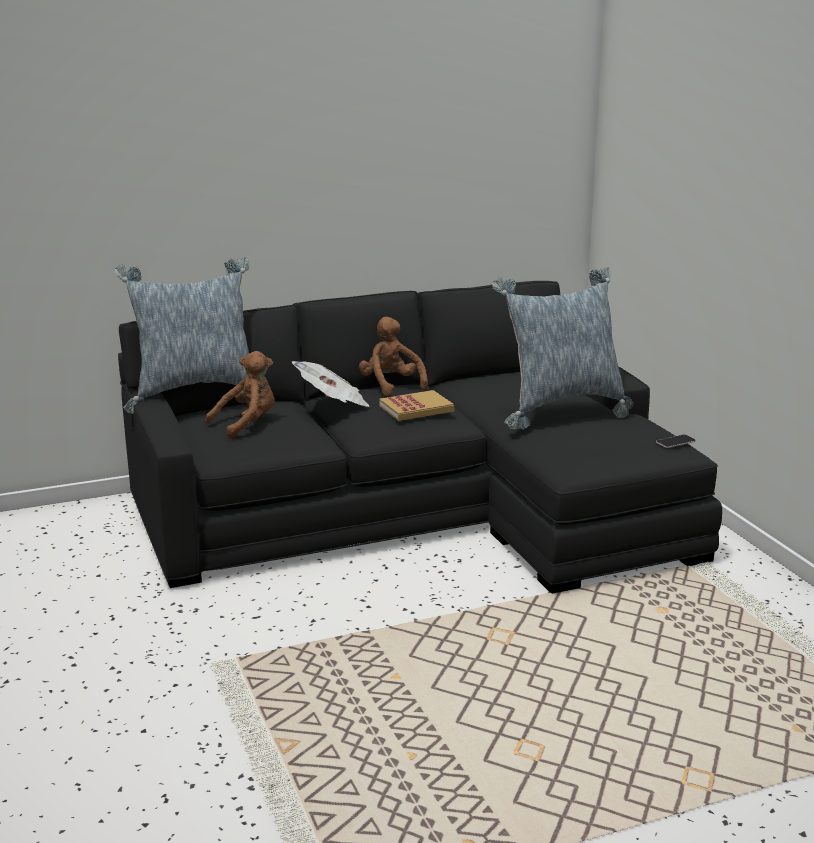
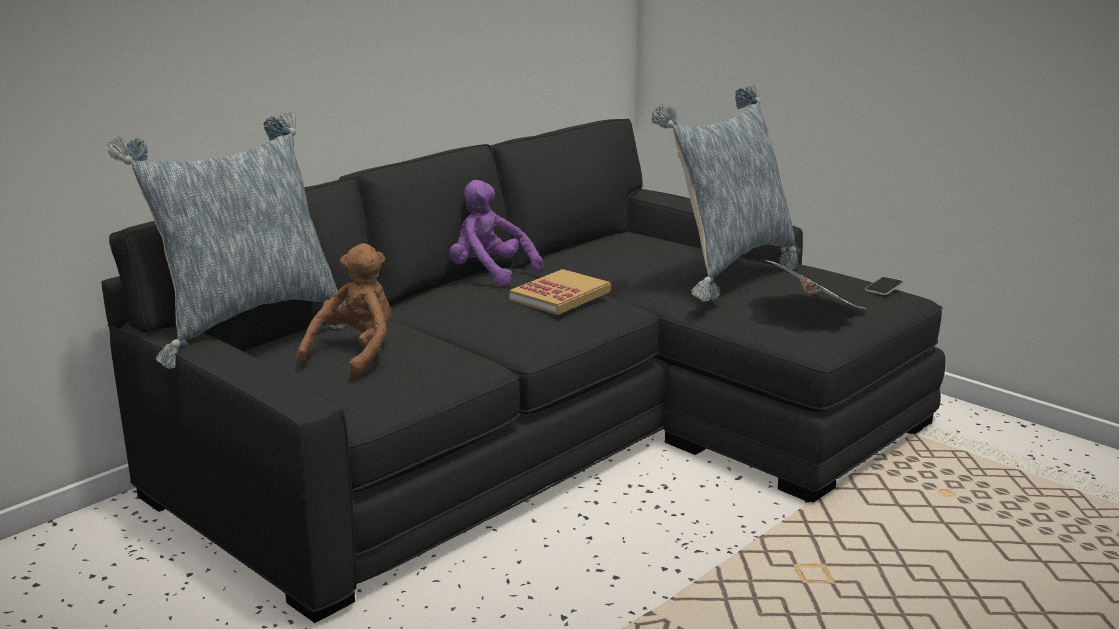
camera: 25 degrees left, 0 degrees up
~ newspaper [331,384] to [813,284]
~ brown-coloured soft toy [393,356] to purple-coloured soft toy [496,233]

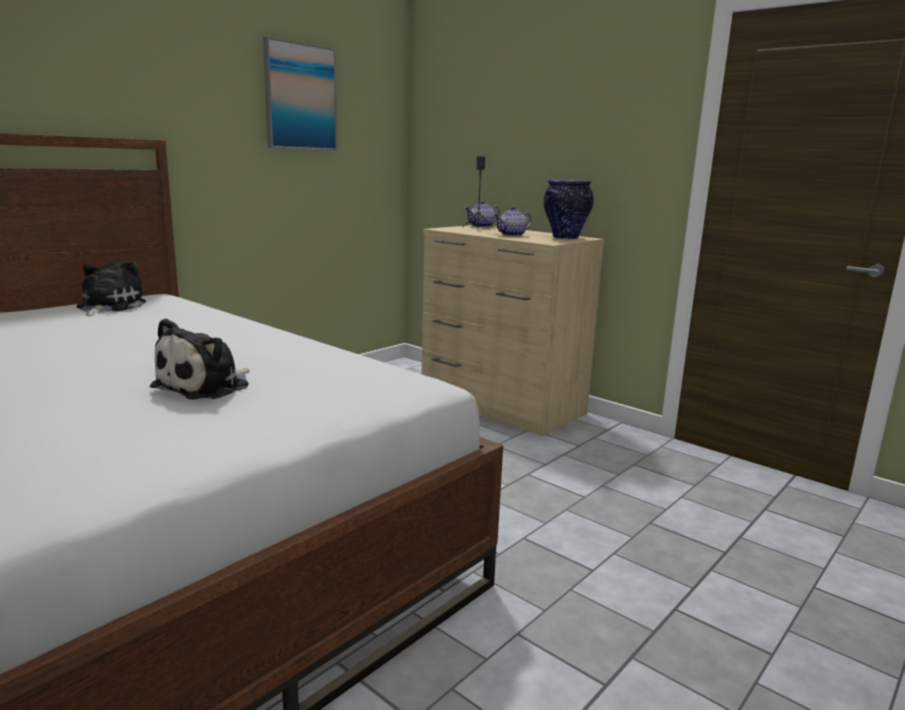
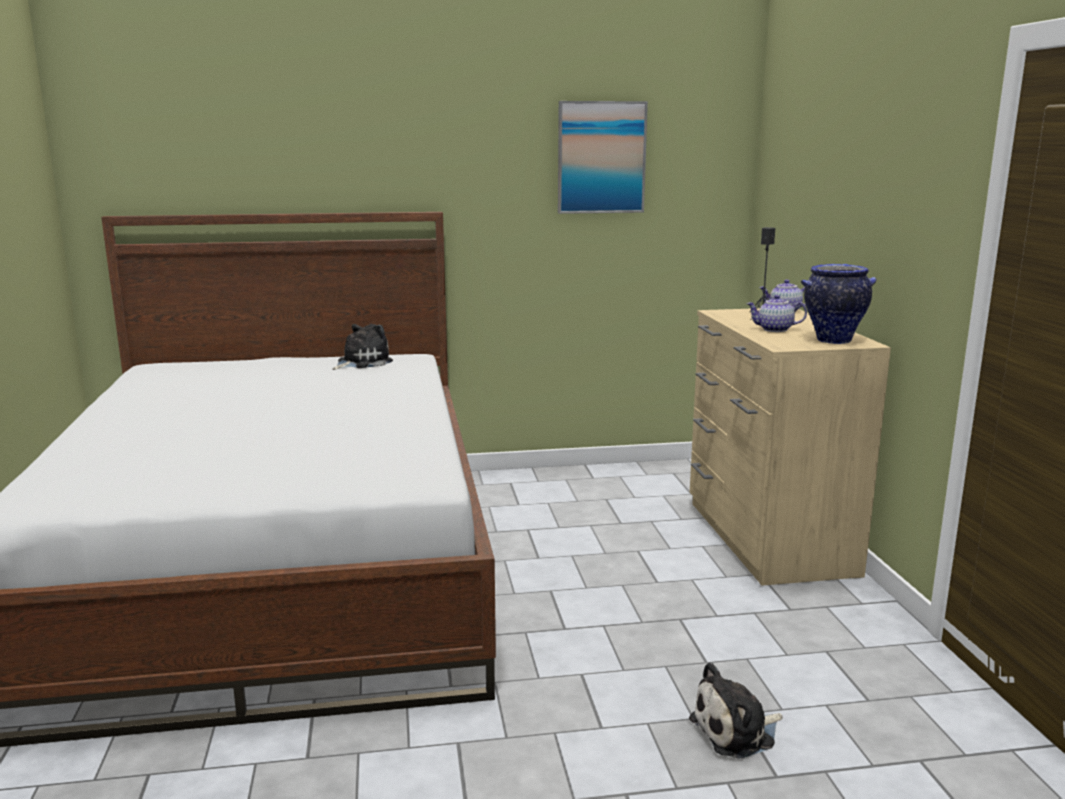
camera: 40 degrees right, 0 degrees up
~ soft toy [200,359] to [736,710]

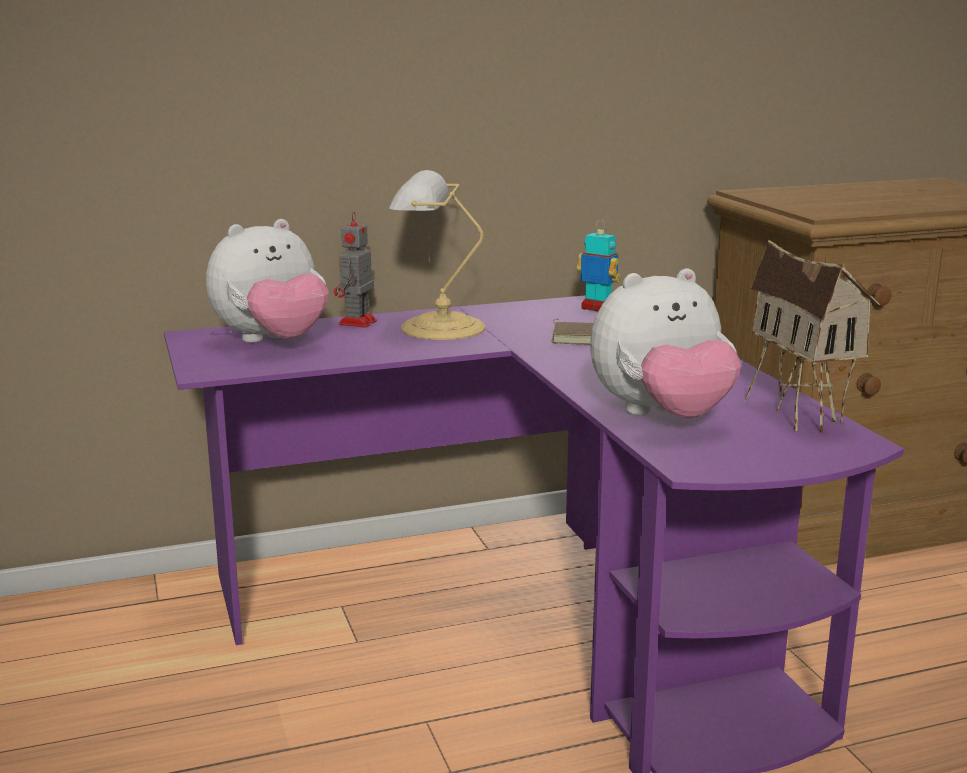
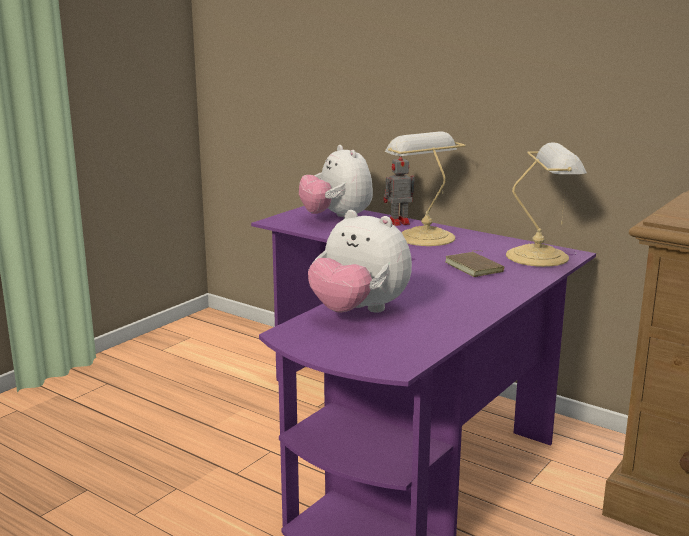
camera: 55 degrees right, 0 degrees up
- toy house [812,336]
~ toy robot [599,265] to table lamp [546,204]
~ soft toy [267,281] = [336,182] 45 degrees clockwise

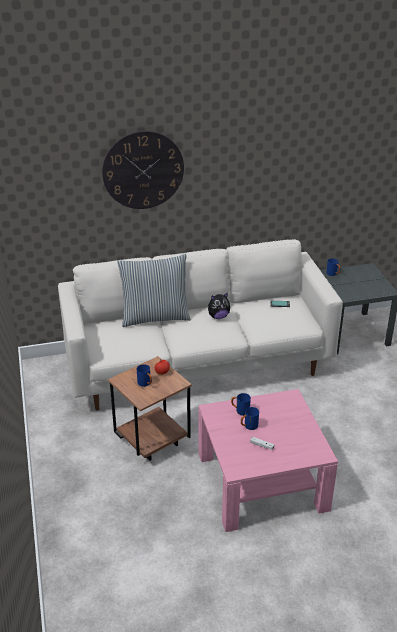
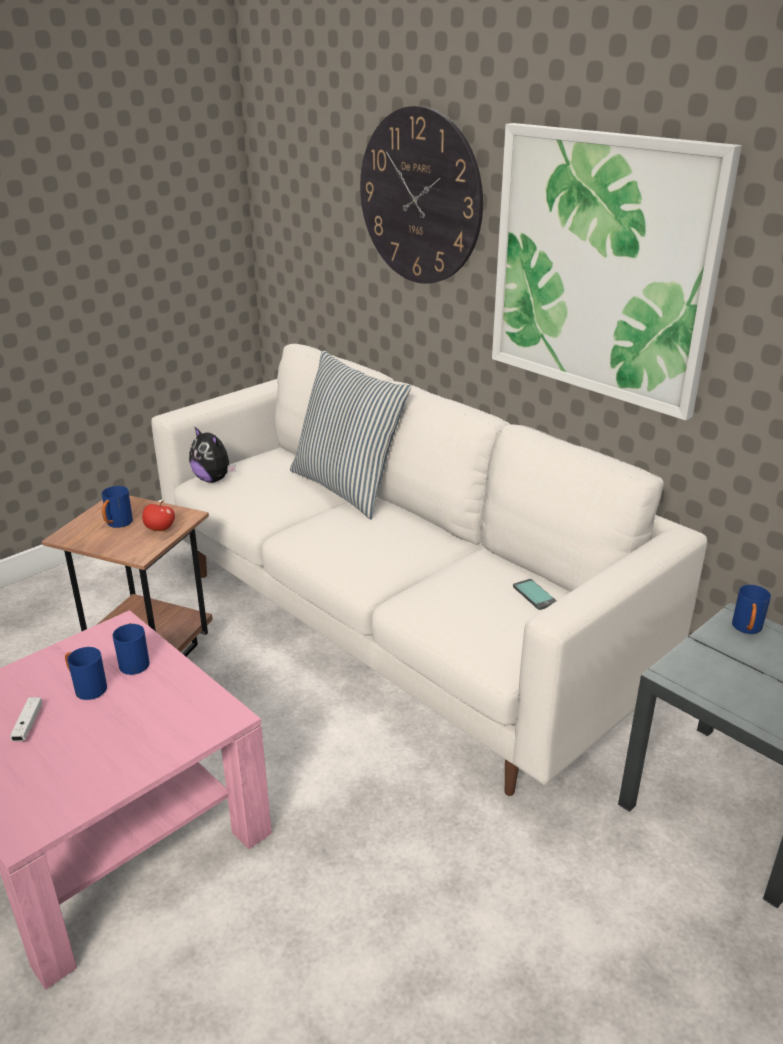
camera: 60 degrees right, 5 degrees down
+ picture [617,272]
~ soft toy [219,306] to [212,454]

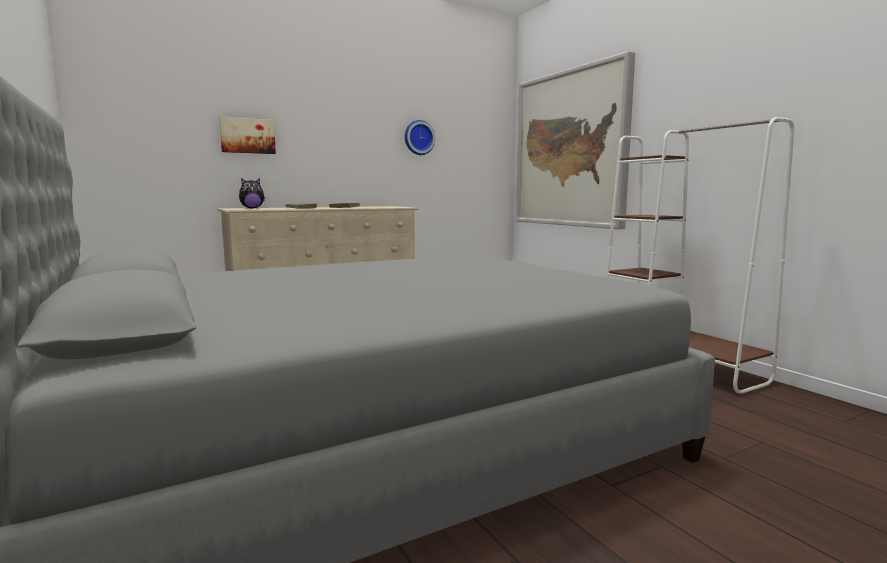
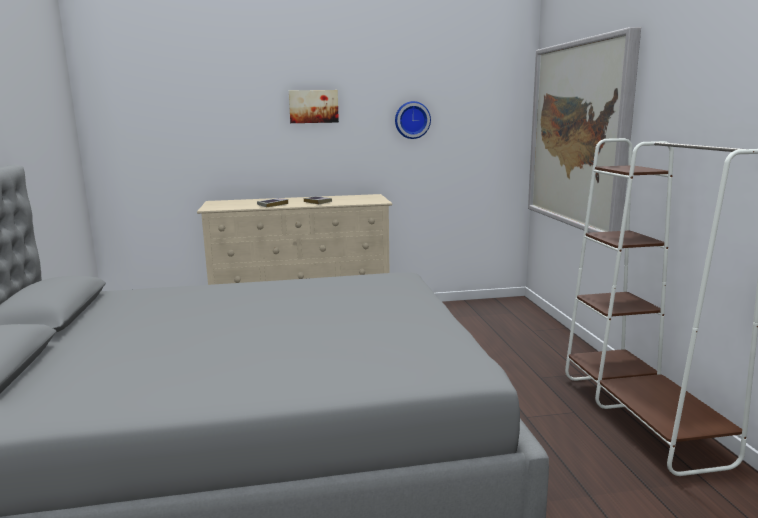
camera: 20 degrees right, 5 degrees up
- soft toy [252,193]
~ picture [247,135] to [314,106]

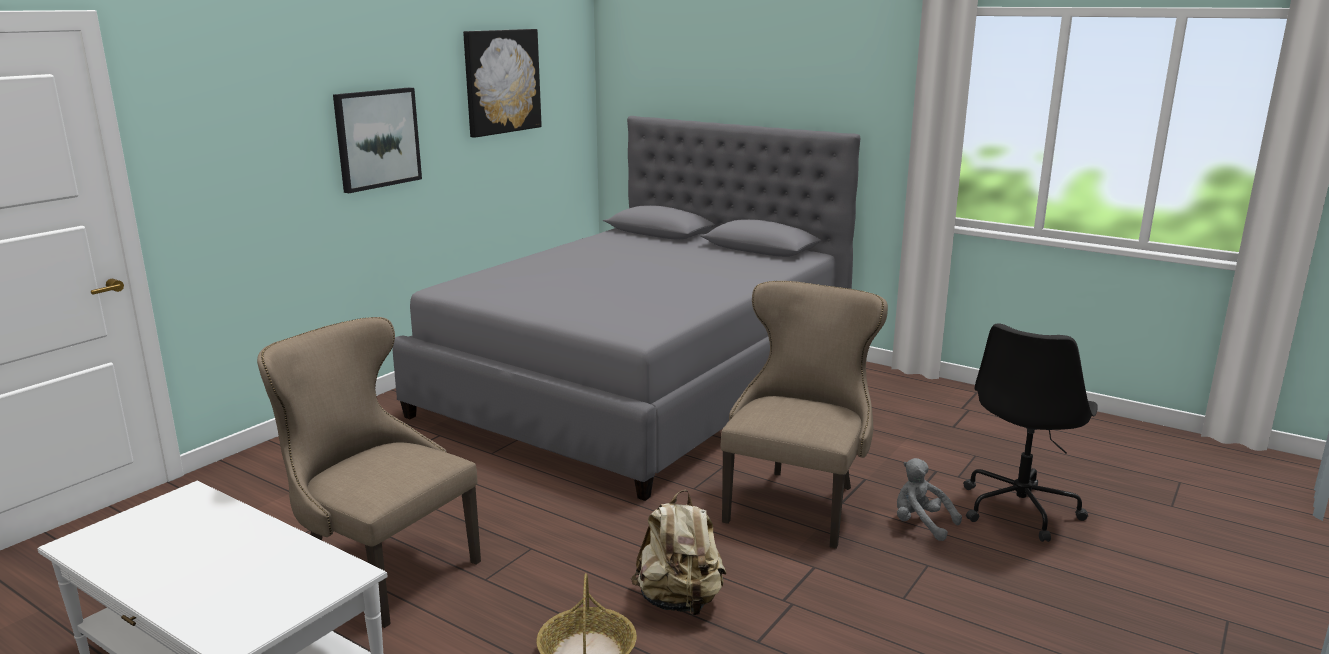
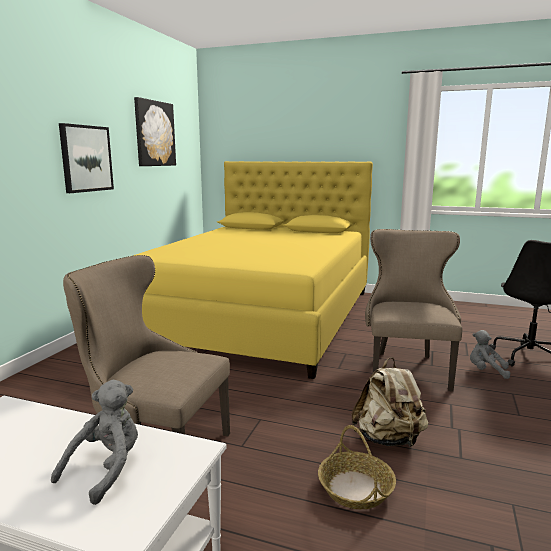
camera: 15 degrees left, 5 degrees down
+ grey soft toy [94,442]
~ grey sleeping bed [626,308] to yellowish sleeping bed [253,270]

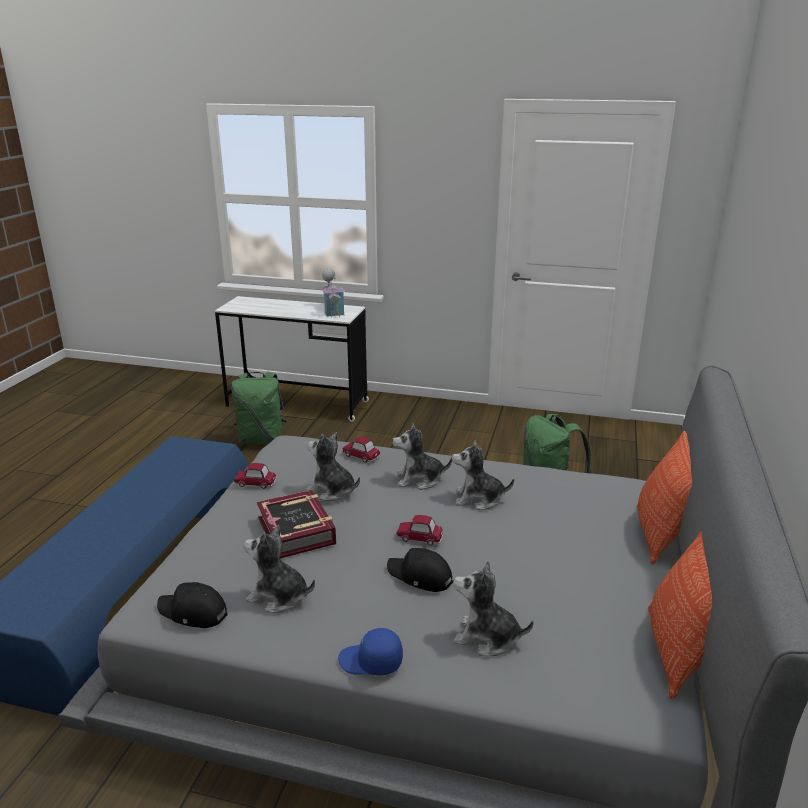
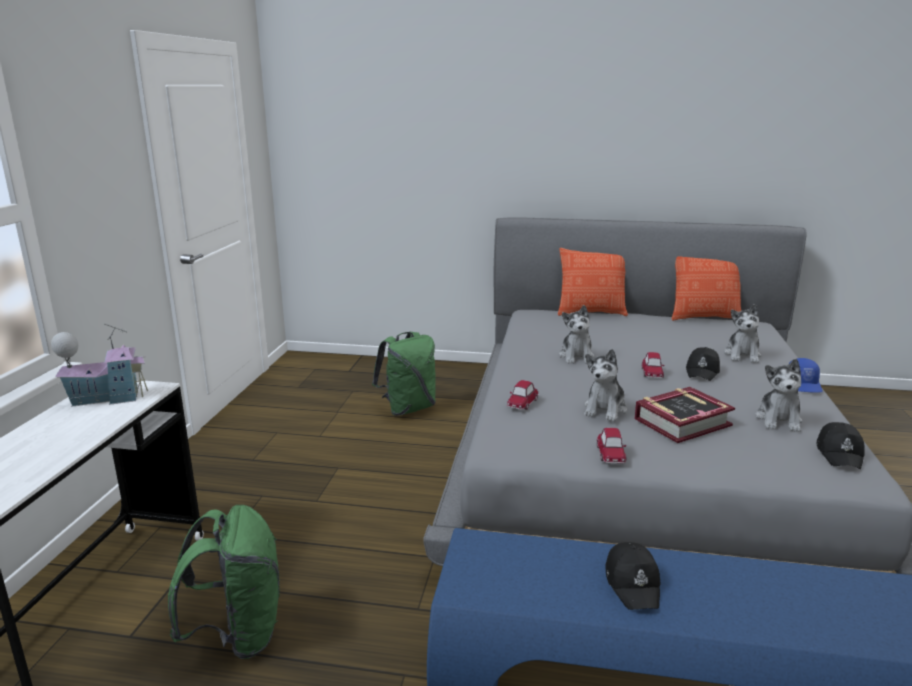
camera: 95 degrees left, 5 degrees down
- soft toy [422,456]
+ blackish peaked cap [632,576]

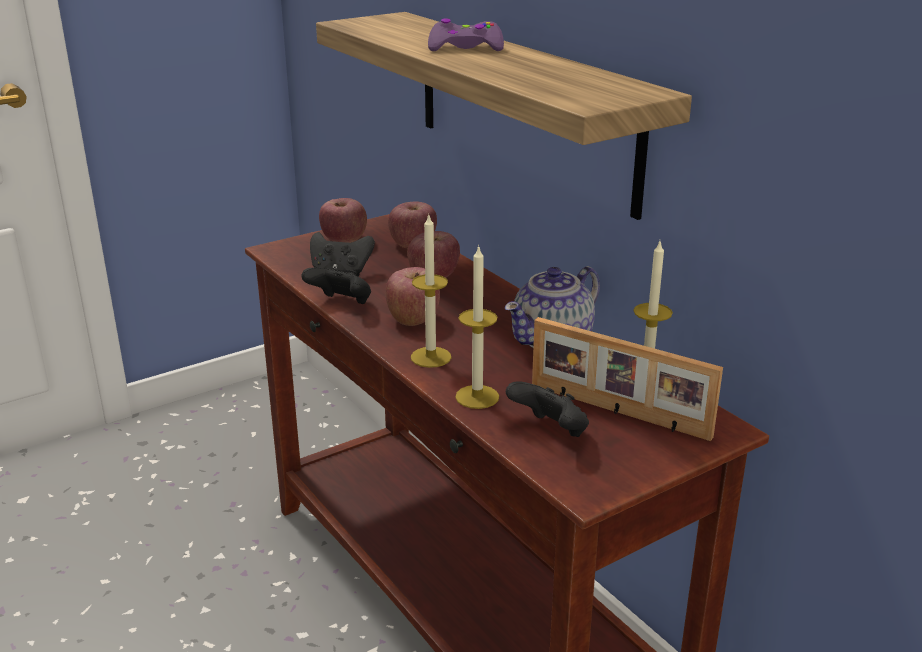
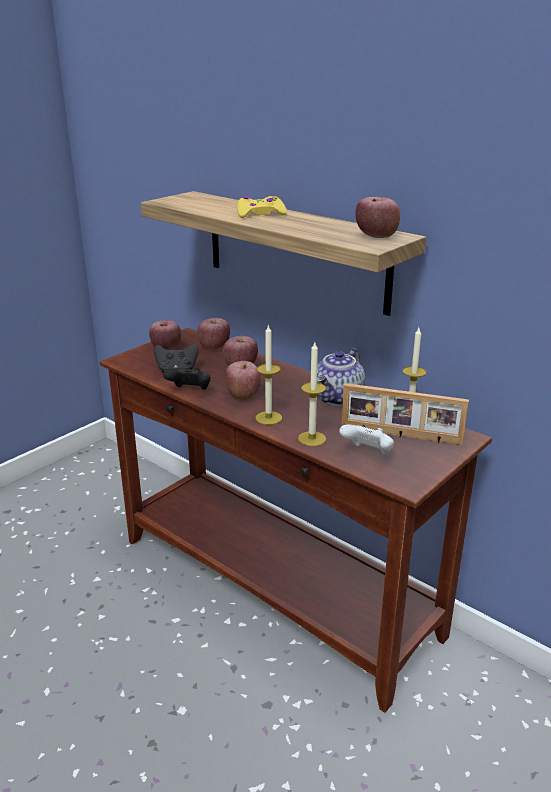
camera: 15 degrees left, 0 degrees up
+ apple fruit [378,217]
~ purple-coloured joypad [466,34] to yellowish joypad [262,207]
~ blackish joypad [547,409] to white joypad [366,439]

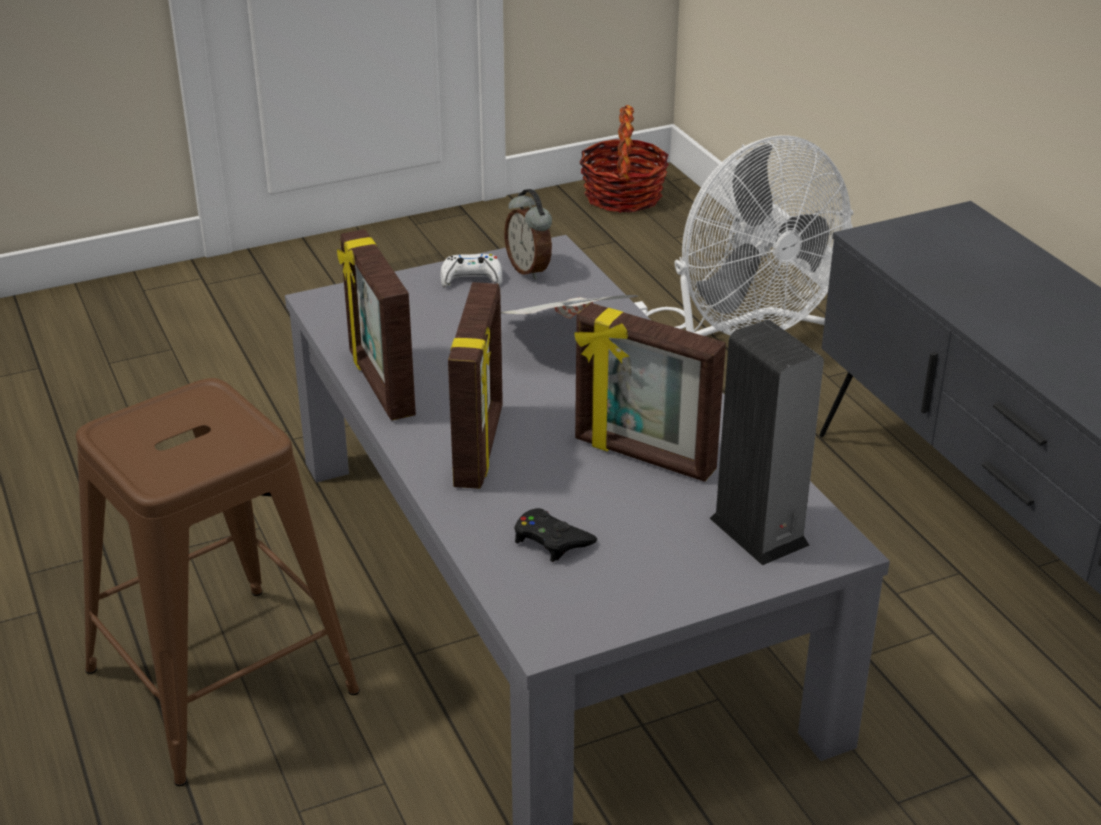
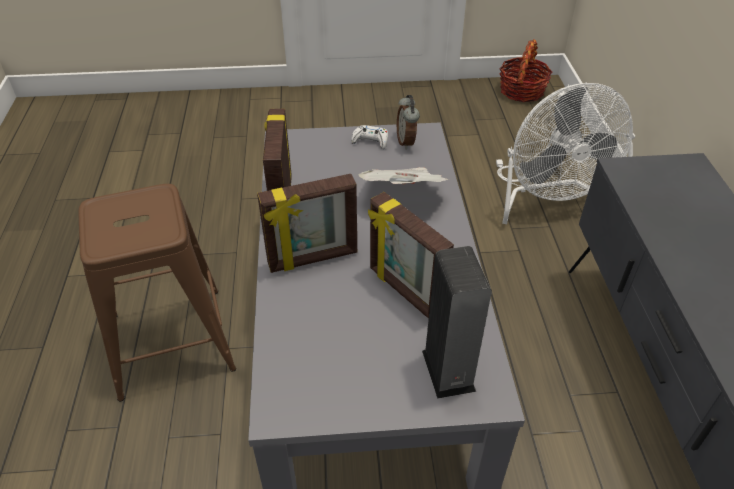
camera: 20 degrees right, 10 degrees up
- blackish joypad [556,535]
~ photo frame [475,385] = [307,223] 45 degrees clockwise

